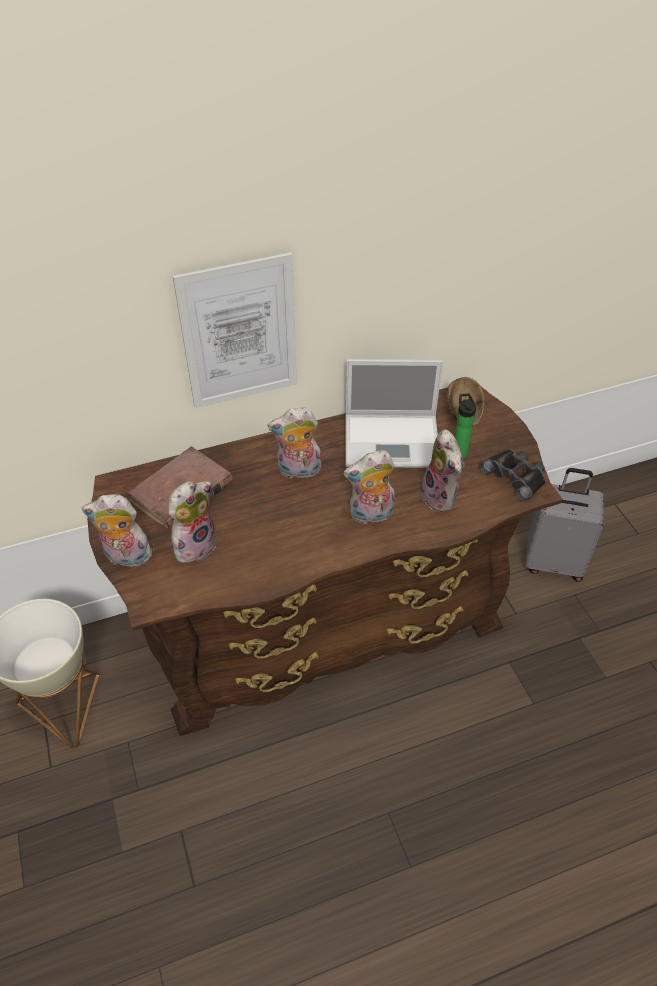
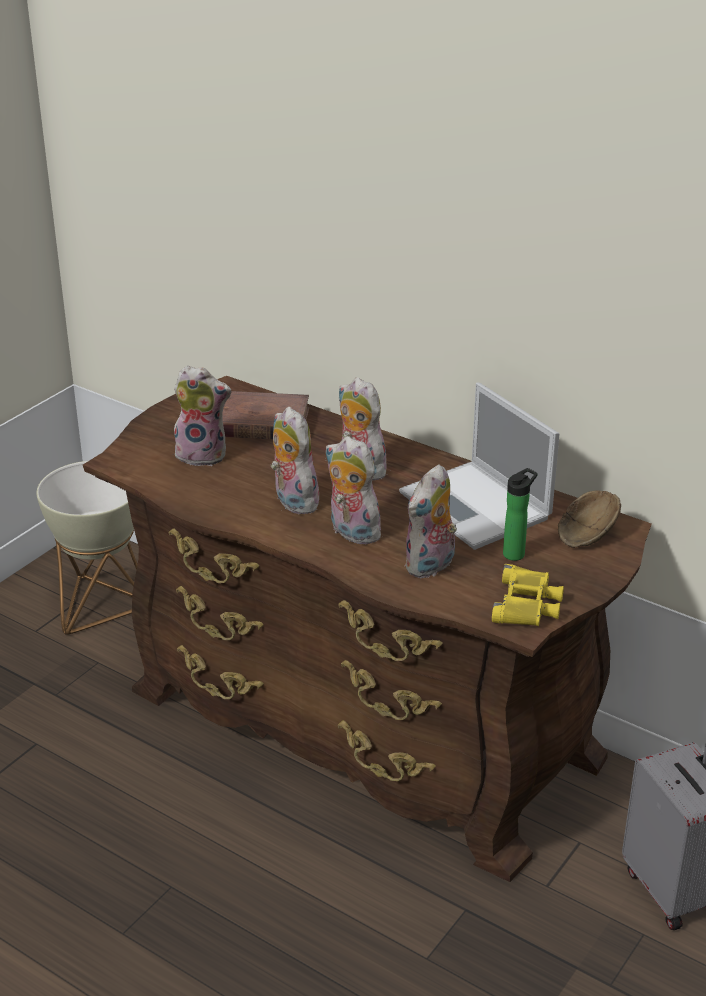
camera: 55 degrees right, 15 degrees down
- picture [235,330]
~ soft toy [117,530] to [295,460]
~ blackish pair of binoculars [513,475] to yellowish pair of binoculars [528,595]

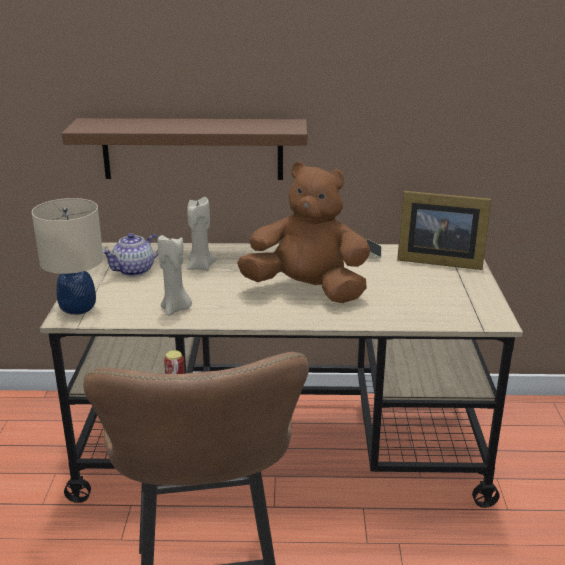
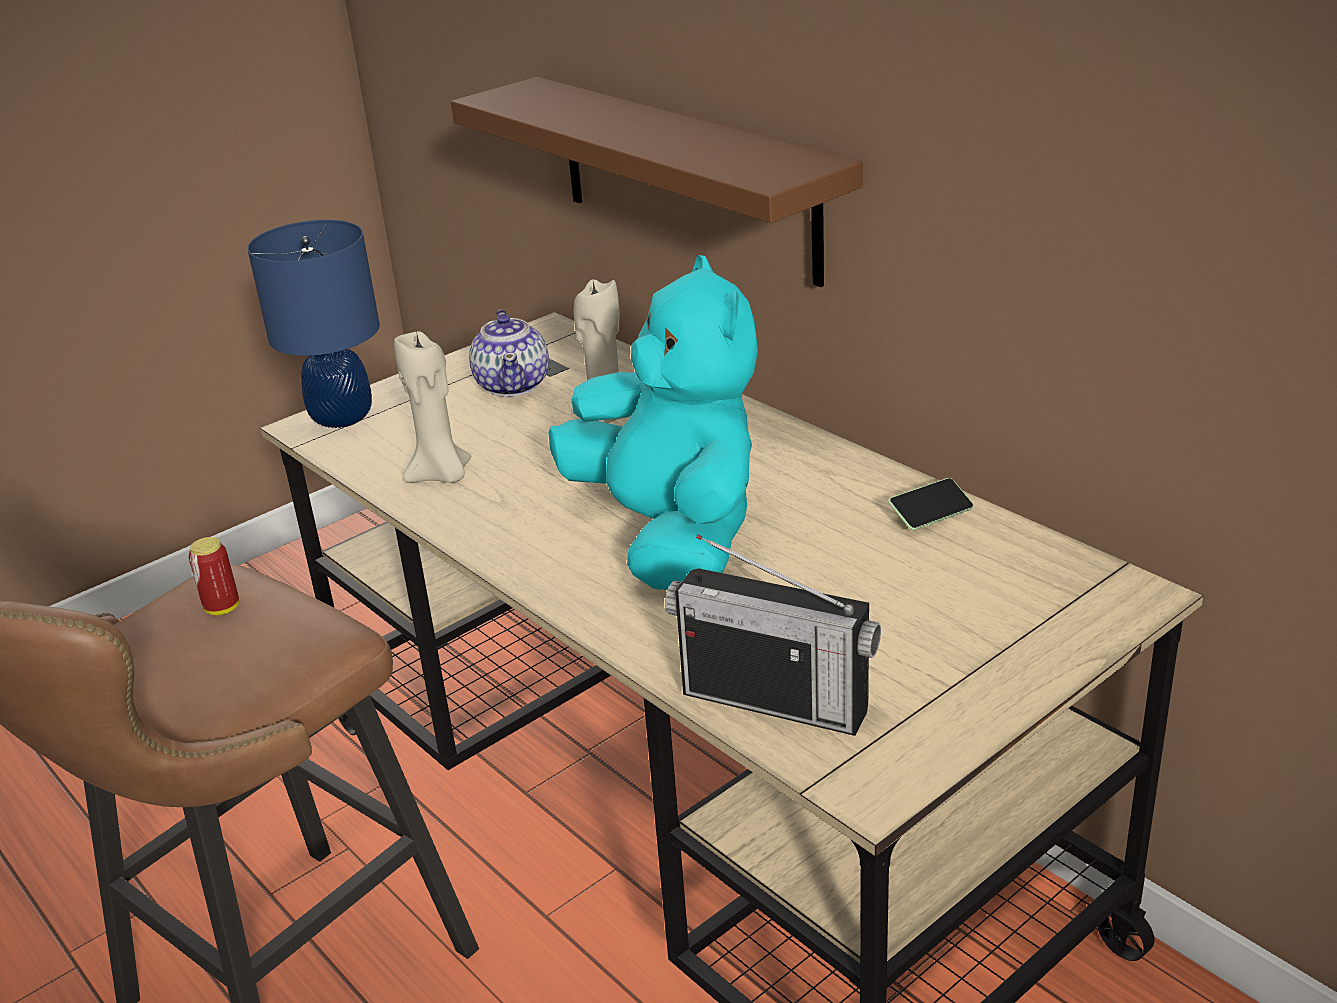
camera: 50 degrees right, 5 degrees up
- photo frame [444,230]
+ radio [773,635]
~ beige table lamp [67,256] to blue-coloured table lamp [313,324]
~ brown-coloured soft toy [304,232] to turquoise soft toy [653,422]
~ teapot [130,255] = [509,353] 105 degrees counterclockwise

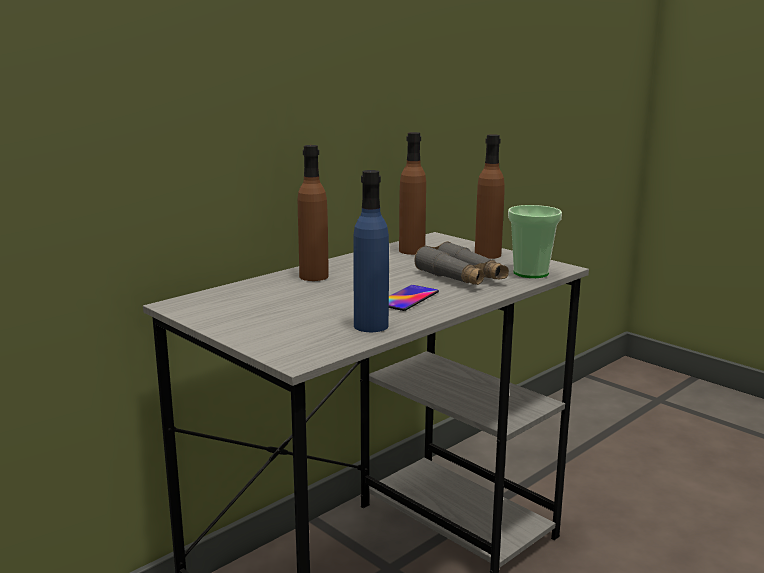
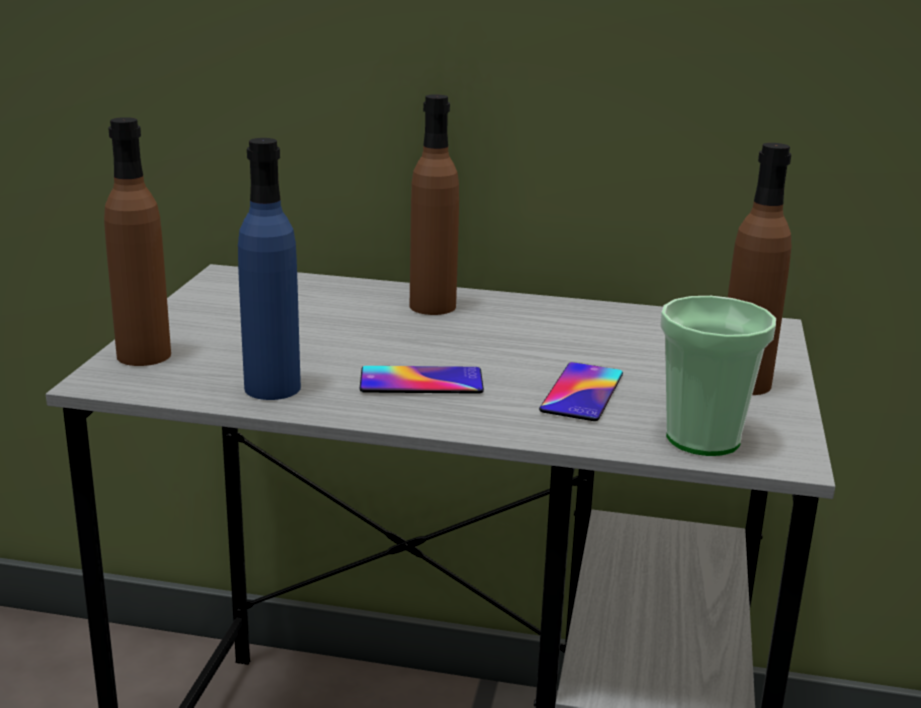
camera: 55 degrees right, 5 degrees up
~ brown-coloured bottle [412,193] to [137,241]
~ grey pair of binoculars [461,263] to telephone [581,391]

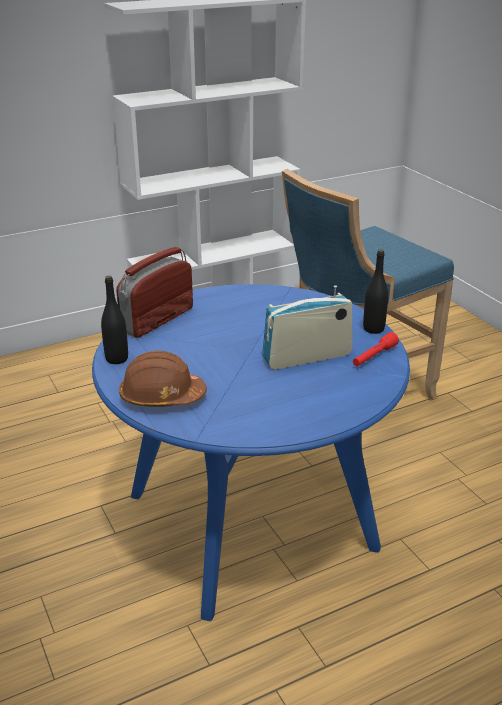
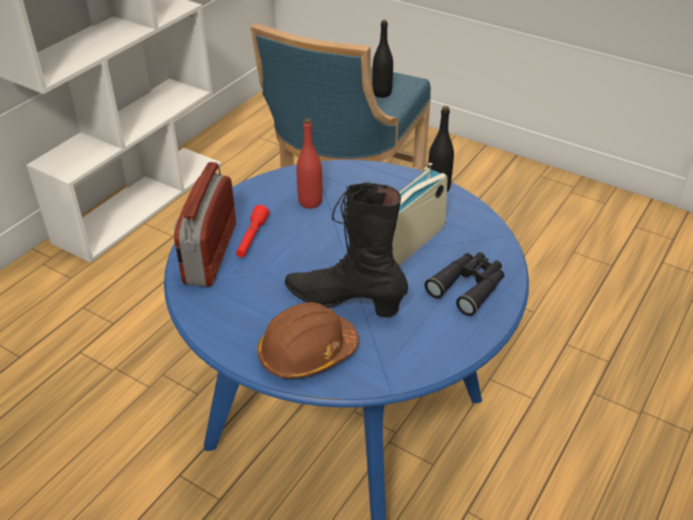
camera: 30 degrees left, 10 degrees up
+ blackish boot [346,250]
+ reddish bottle [309,164]
+ blackish pair of binoculars [464,284]
~ blackish bottle [114,320] to [382,59]
~ reddish flashlight [376,349] to [252,231]

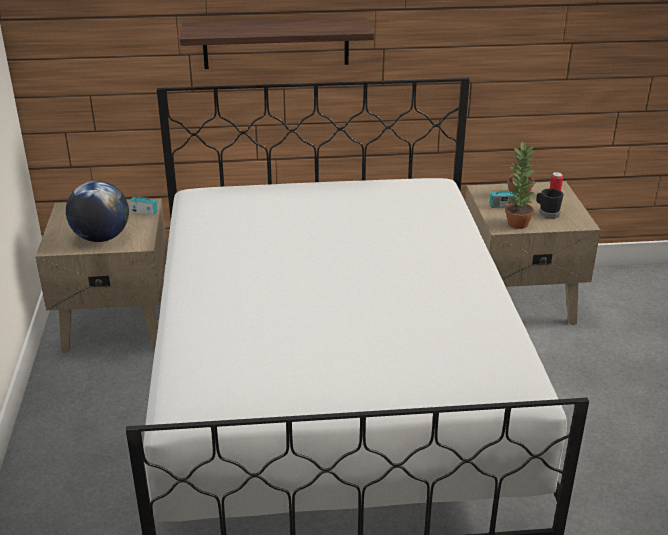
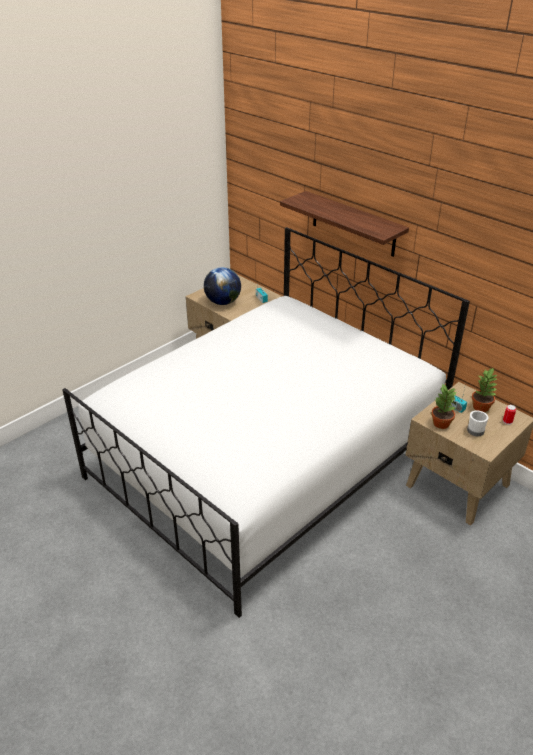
camera: 50 degrees right, 5 degrees up
~ blackish tea mug [550,203] to white tea mug [477,423]

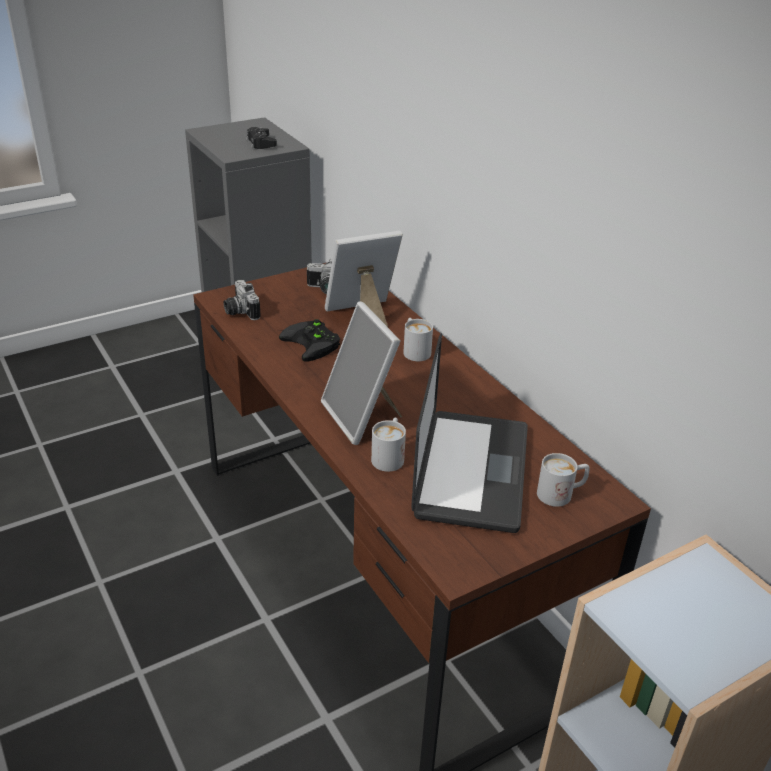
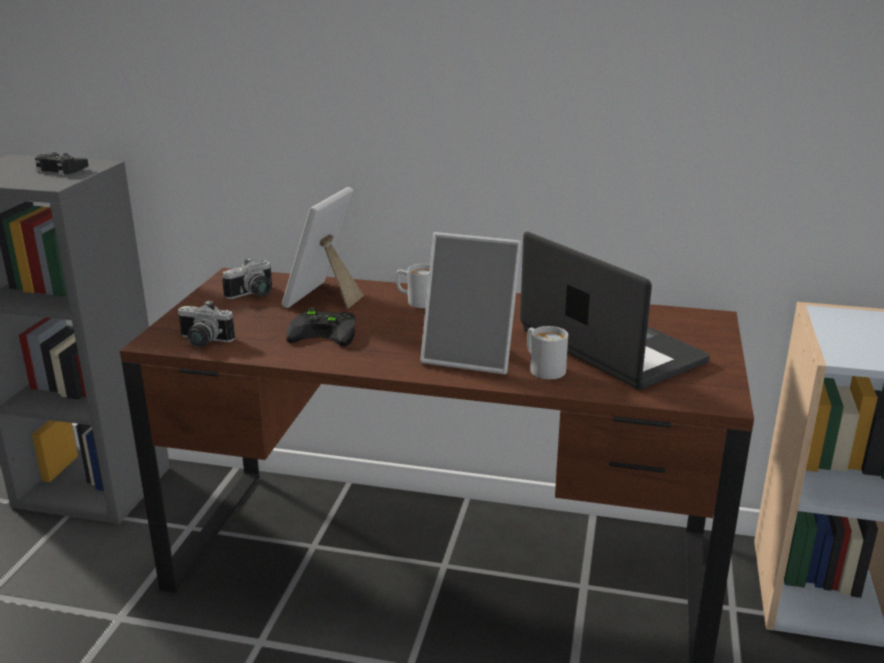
camera: 45 degrees left, 10 degrees down
- white tea mug [563,480]

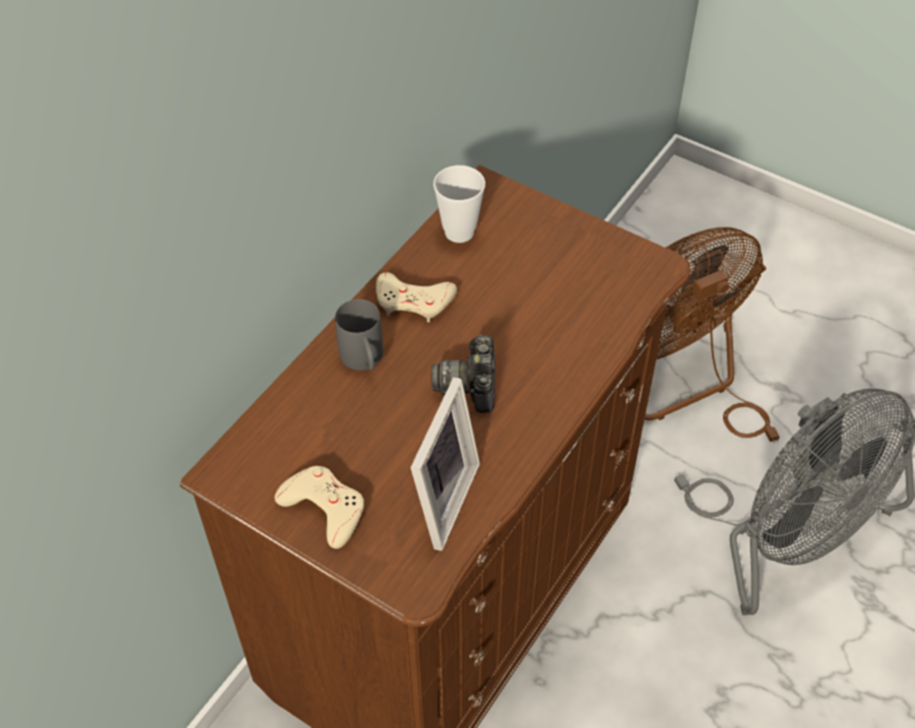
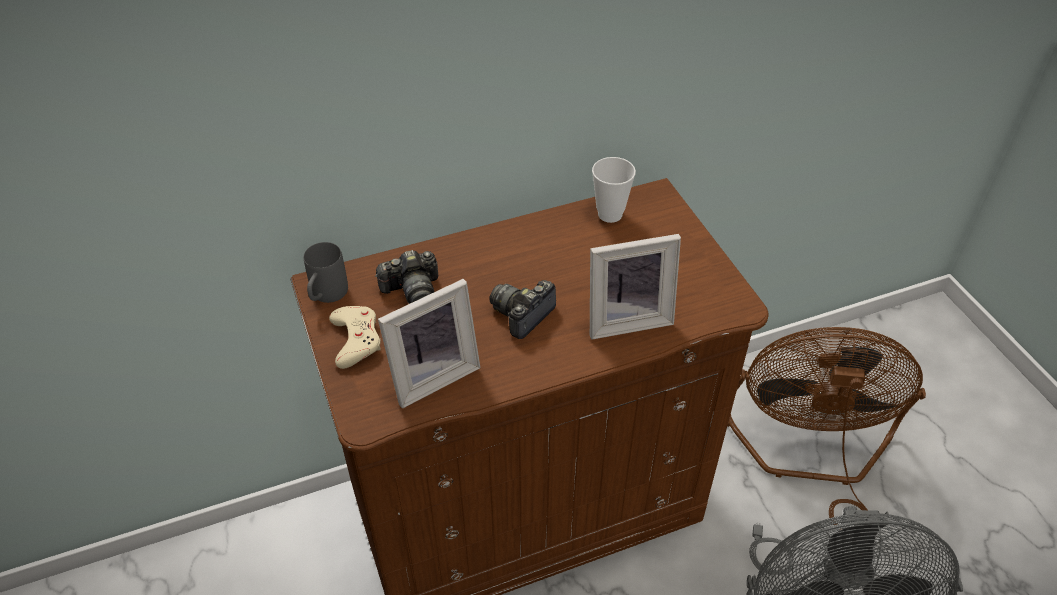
camera: 35 degrees right, 5 degrees down
- beige joypad [416,297]
+ photo camera [406,277]
+ photo frame [635,286]
~ grey tea mug [359,334] to [326,272]

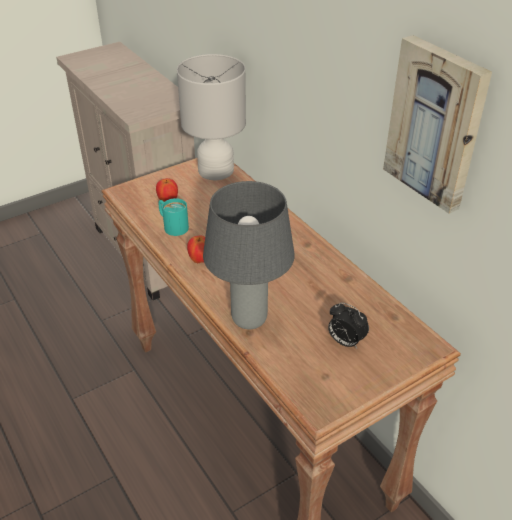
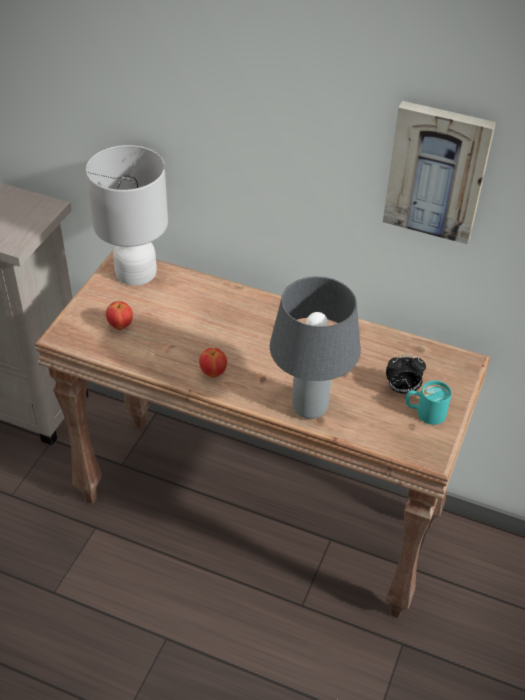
camera: 35 degrees left, 5 degrees up
~ turquoise tea mug [174,217] to [429,403]

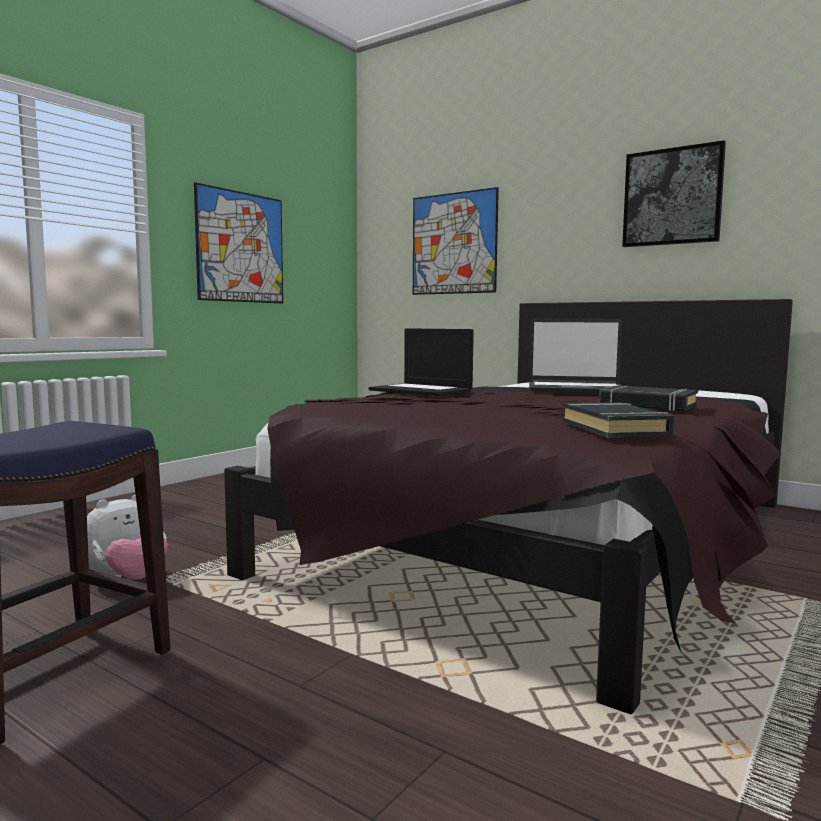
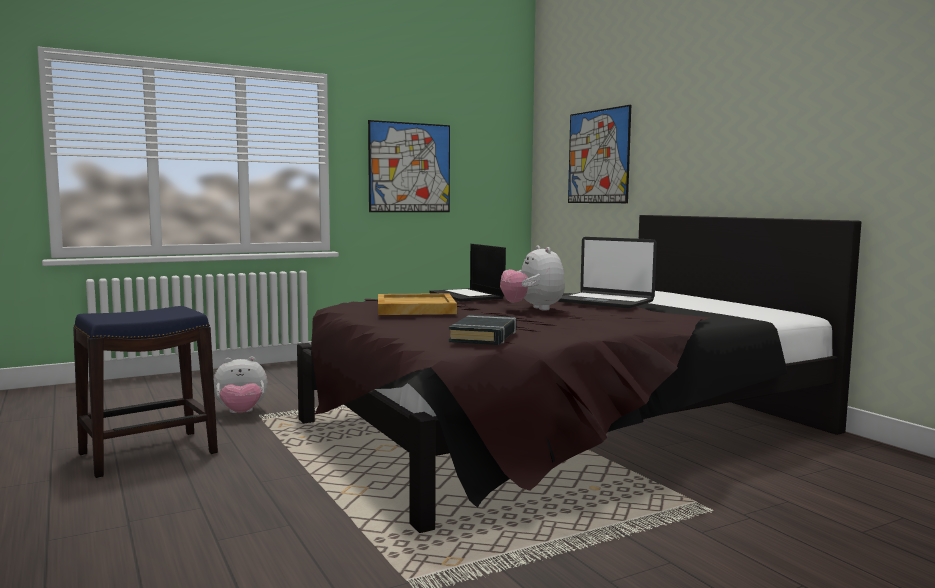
camera: 25 degrees right, 0 degrees up
- blackish book [648,398]
- picture [674,193]
+ beige carrying tray [417,304]
+ soft toy [532,278]

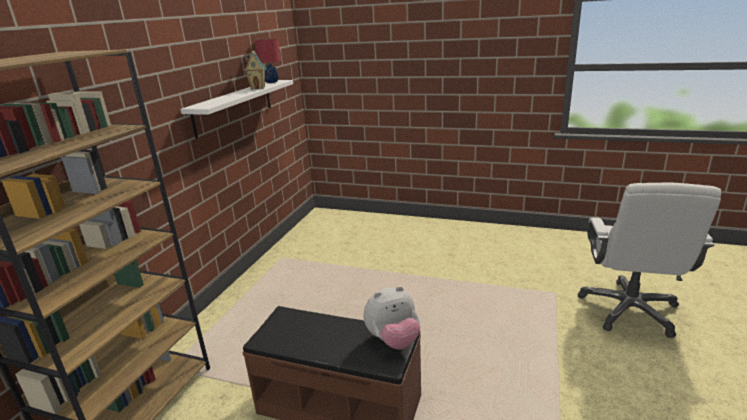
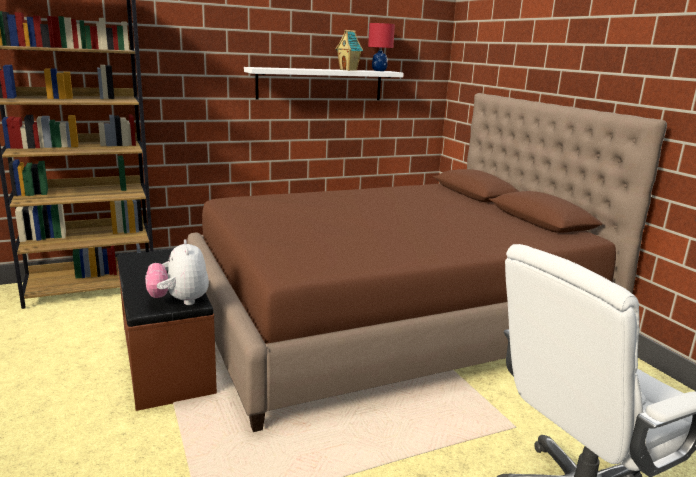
camera: 45 degrees right, 5 degrees down
+ brown-coloured sleeping bed [427,262]
~ soft toy [392,317] = [177,272] 45 degrees clockwise

